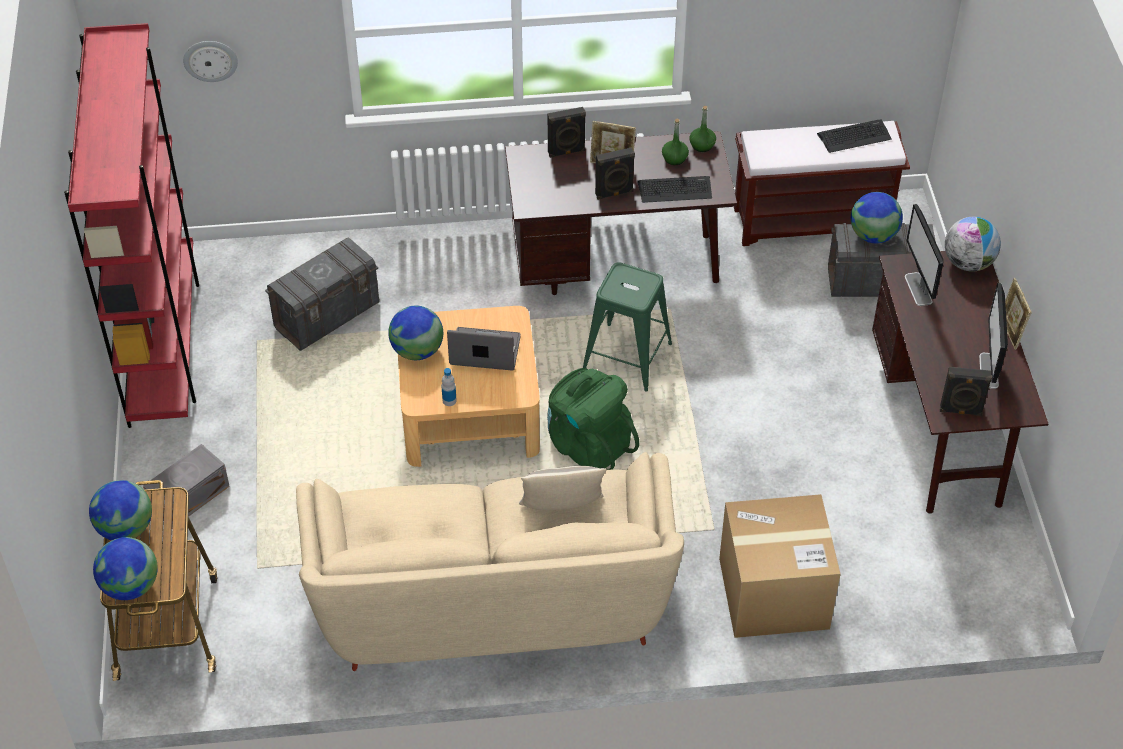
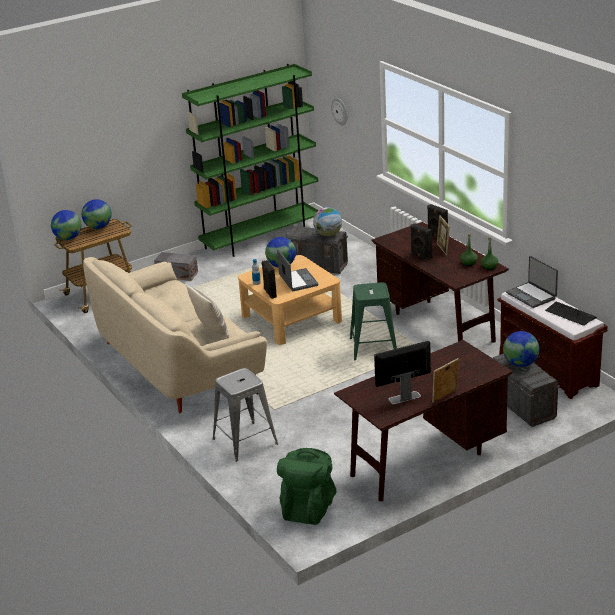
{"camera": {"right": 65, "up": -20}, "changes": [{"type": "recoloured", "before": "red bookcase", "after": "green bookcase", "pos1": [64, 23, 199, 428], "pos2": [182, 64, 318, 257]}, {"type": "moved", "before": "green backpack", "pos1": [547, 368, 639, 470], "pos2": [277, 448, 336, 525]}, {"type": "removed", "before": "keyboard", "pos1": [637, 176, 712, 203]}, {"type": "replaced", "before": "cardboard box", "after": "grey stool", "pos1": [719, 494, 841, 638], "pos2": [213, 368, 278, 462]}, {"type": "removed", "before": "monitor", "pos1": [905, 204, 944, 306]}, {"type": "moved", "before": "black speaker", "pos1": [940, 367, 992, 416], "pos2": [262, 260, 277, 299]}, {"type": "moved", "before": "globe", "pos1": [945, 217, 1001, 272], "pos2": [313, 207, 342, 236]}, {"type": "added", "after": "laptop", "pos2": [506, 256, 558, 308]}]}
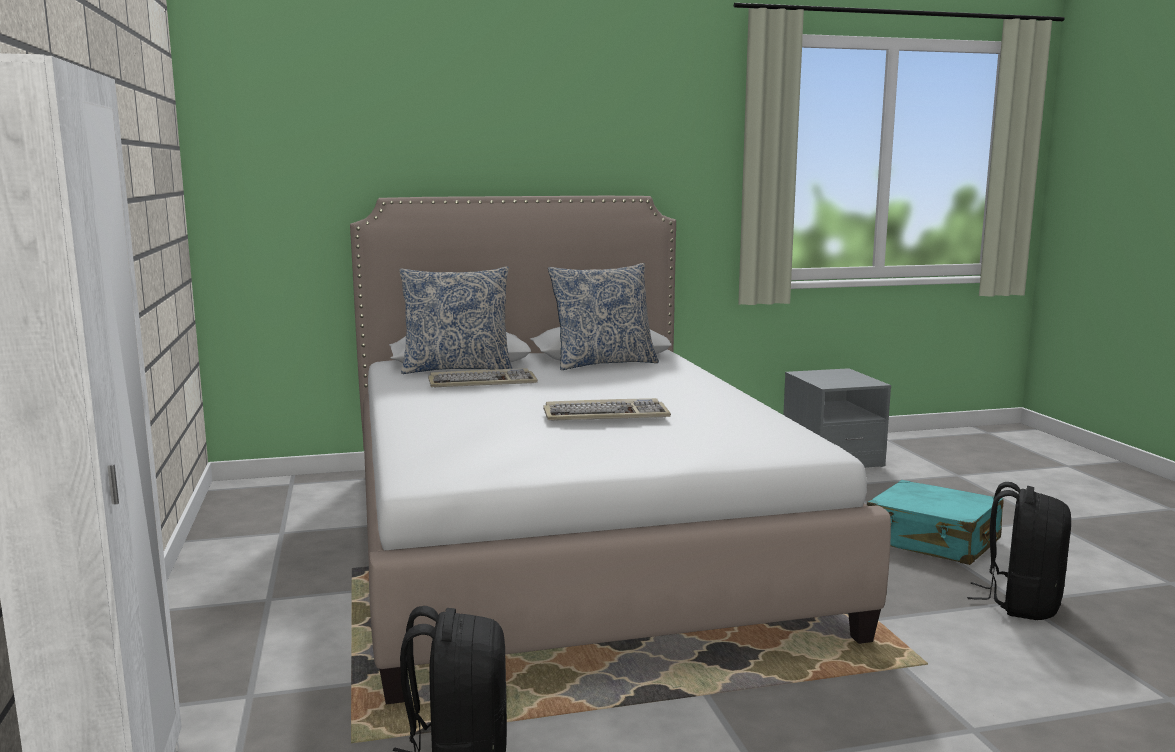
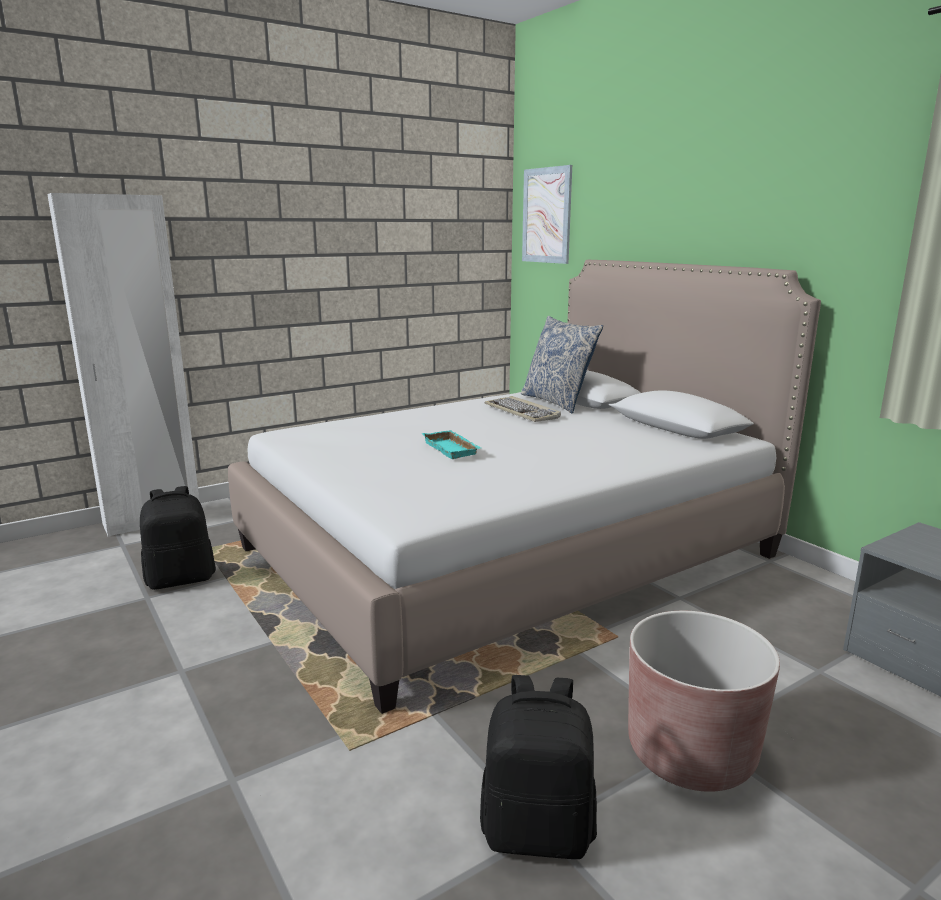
{"camera": {"right": 70, "up": 5}, "changes": [{"type": "replaced", "before": "keyboard", "after": "turquoise tray", "pos1": [543, 398, 671, 421], "pos2": [422, 430, 481, 459]}, {"type": "removed", "before": "pillow", "pos1": [548, 263, 659, 370]}, {"type": "replaced", "before": "turquoise suitcase", "after": "brown planter", "pos1": [867, 480, 1003, 565], "pos2": [628, 611, 780, 792]}, {"type": "added", "after": "picture", "pos2": [522, 165, 572, 264]}]}
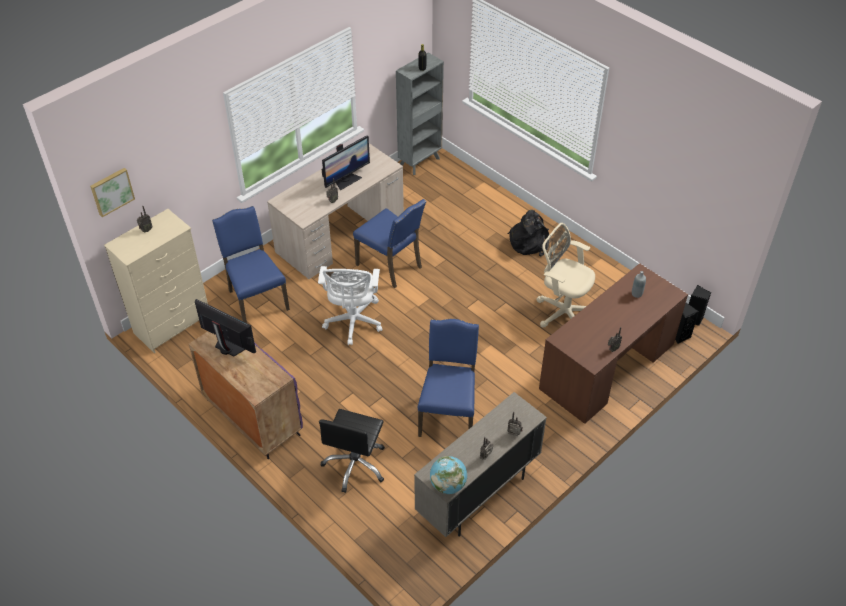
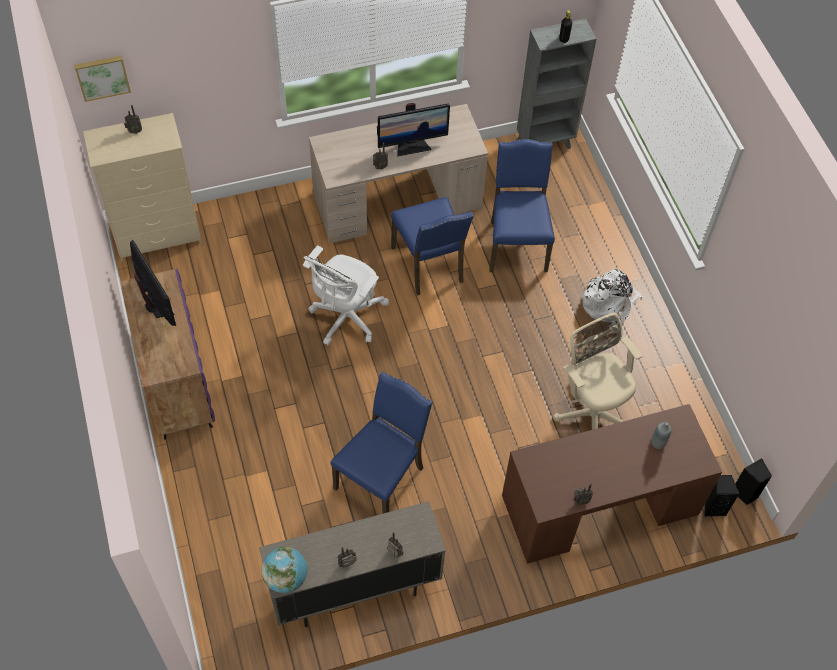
{"camera": {"right": 25, "up": 10}, "changes": [{"type": "moved", "before": "blue chair", "pos1": [212, 206, 290, 323], "pos2": [489, 139, 555, 272]}, {"type": "removed", "before": "black office chair", "pos1": [319, 409, 385, 493]}, {"type": "recoloured", "before": "black backpack", "after": "white backpack", "pos1": [508, 210, 549, 256], "pos2": [583, 269, 643, 323]}]}
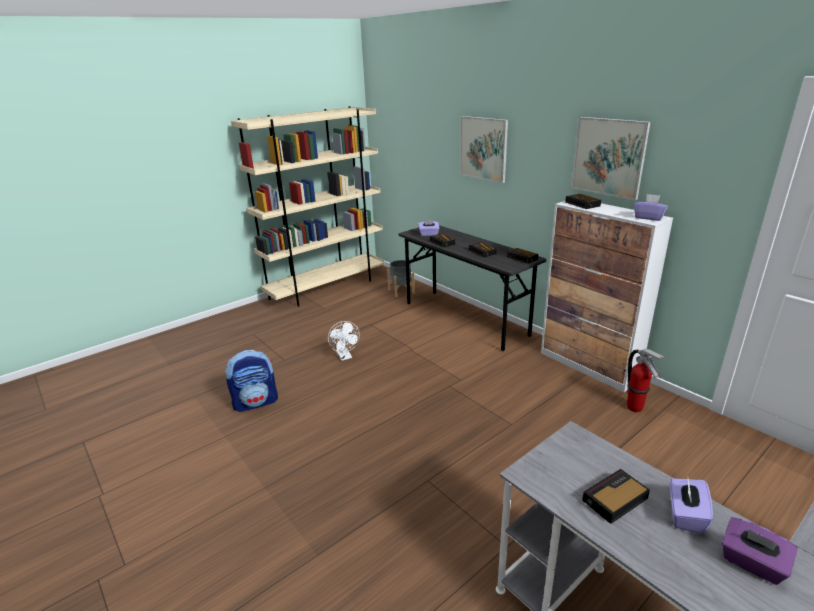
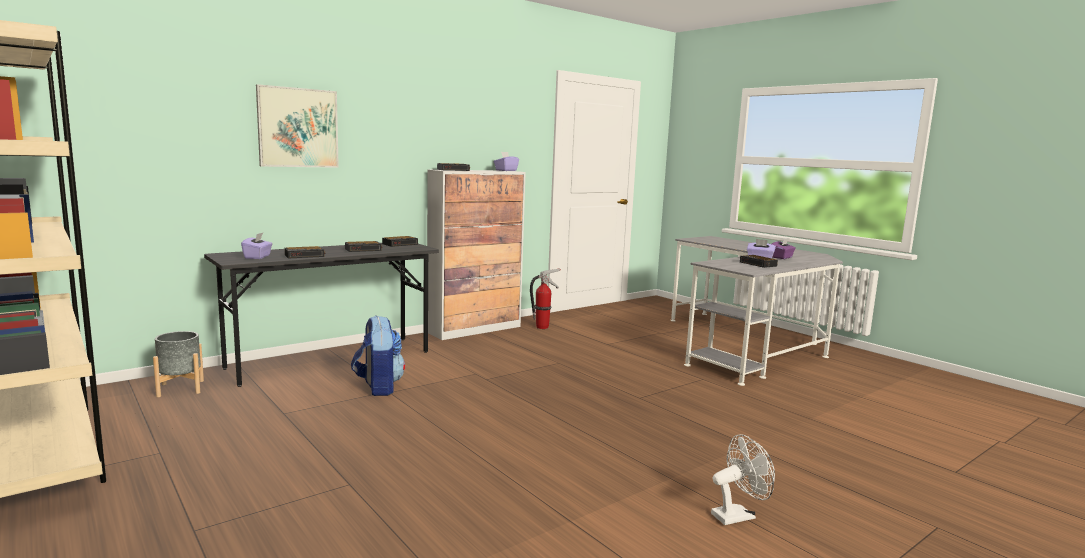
{"camera": {"right": -90, "up": -15}, "changes": [{"type": "moved", "before": "backpack", "pos1": [225, 350, 278, 412], "pos2": [351, 315, 405, 396]}, {"type": "moved", "before": "white fan", "pos1": [328, 321, 360, 361], "pos2": [711, 434, 775, 525]}, {"type": "removed", "before": "picture", "pos1": [571, 117, 651, 200]}]}
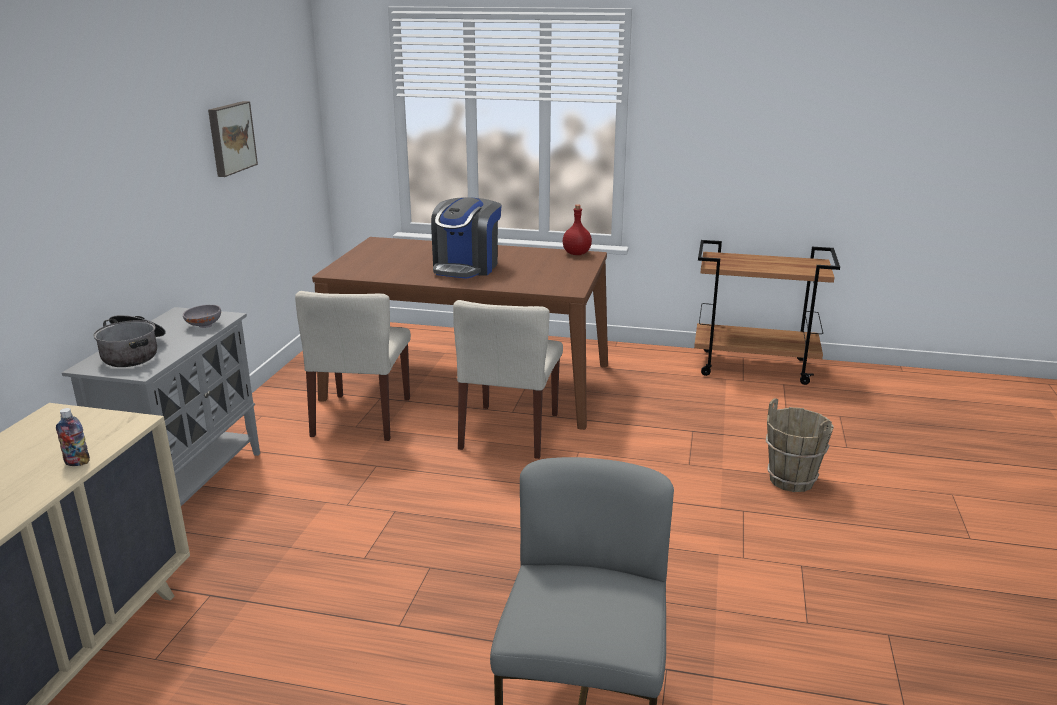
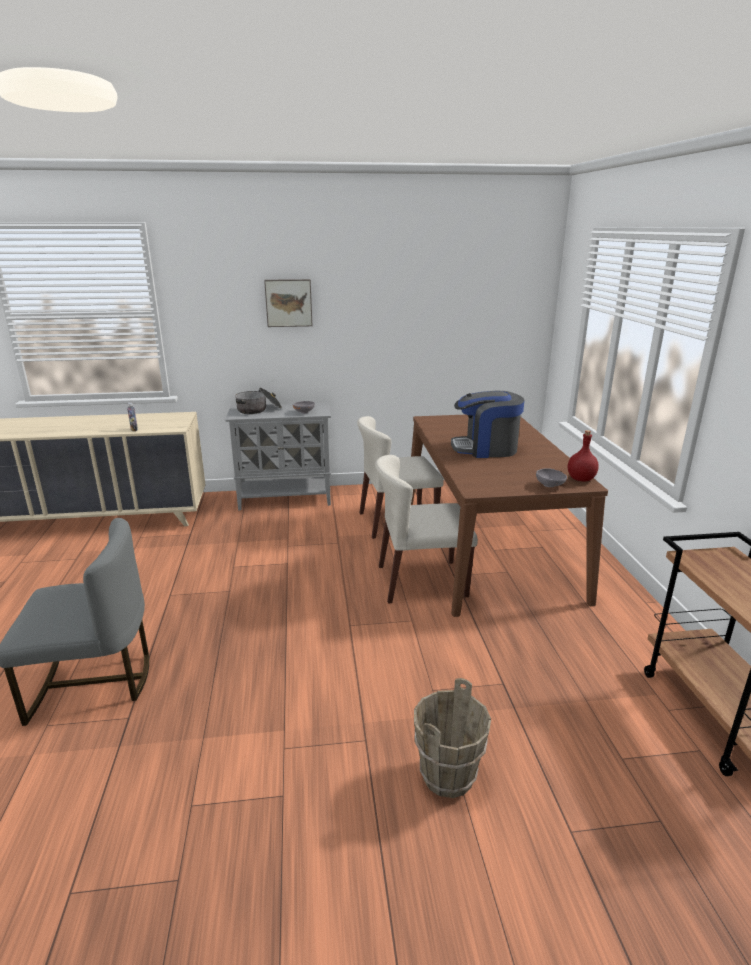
{"camera": {"right": 70, "up": 0}, "changes": [{"type": "moved", "before": "picture", "pos1": [208, 101, 258, 177], "pos2": [264, 279, 313, 327]}, {"type": "added", "after": "grey bowl", "pos2": [536, 468, 567, 487]}]}
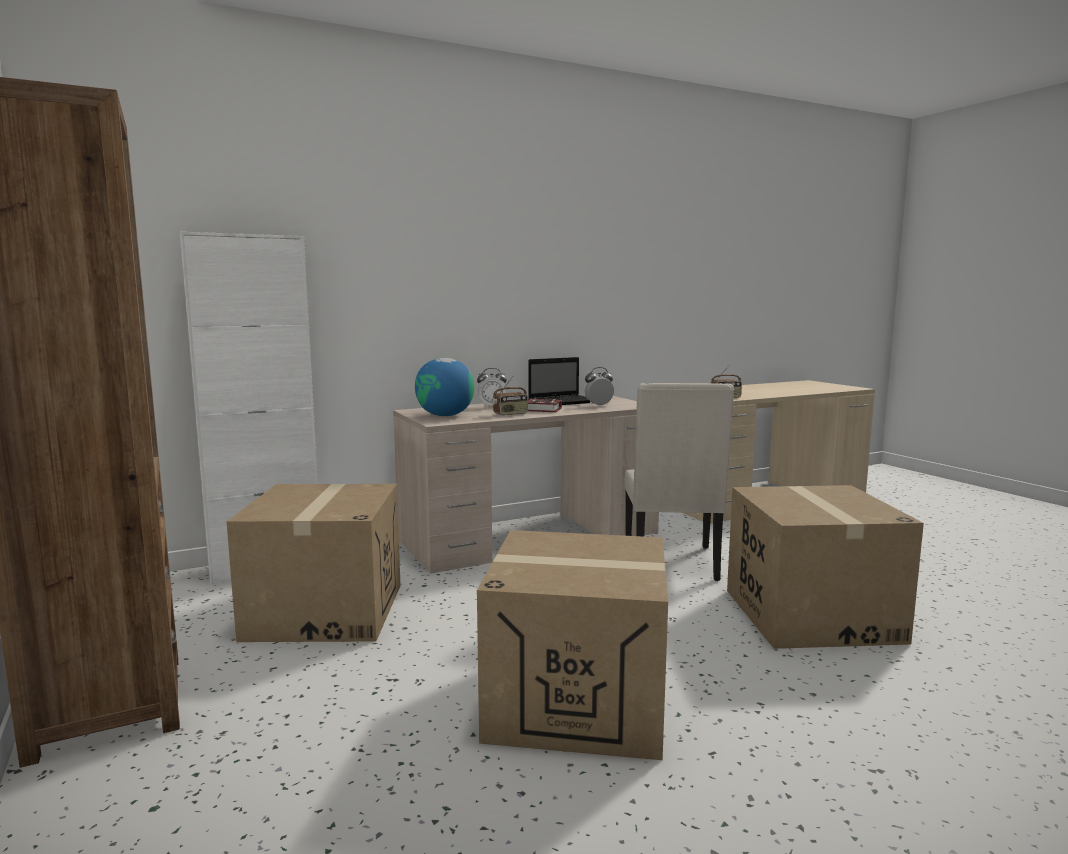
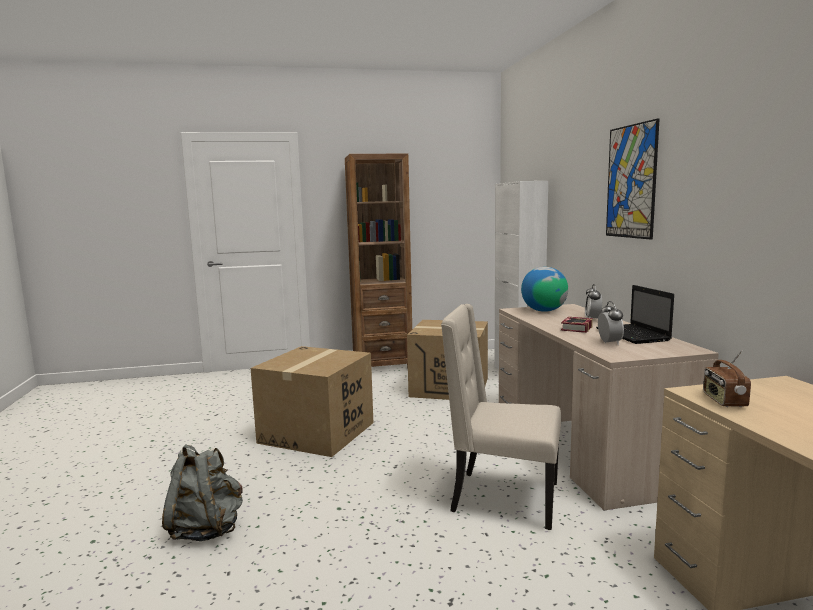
{"camera": {"right": 105, "up": 0}, "changes": [{"type": "removed", "before": "radio", "pos1": [492, 377, 528, 416]}, {"type": "removed", "before": "cardboard box", "pos1": [727, 485, 924, 649]}, {"type": "added", "after": "grey backpack", "pos2": [162, 444, 243, 541]}, {"type": "added", "after": "picture", "pos2": [606, 118, 660, 239]}]}
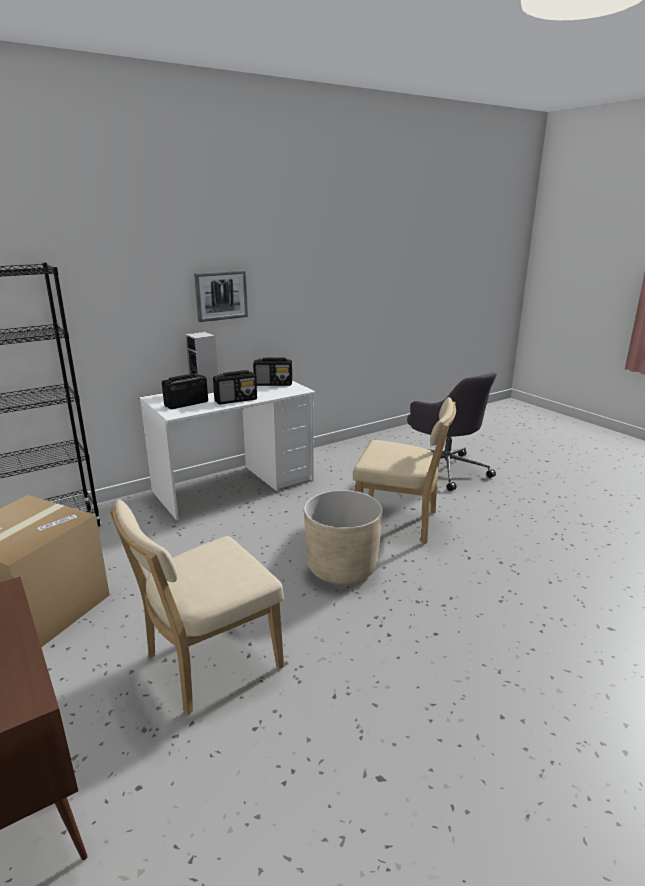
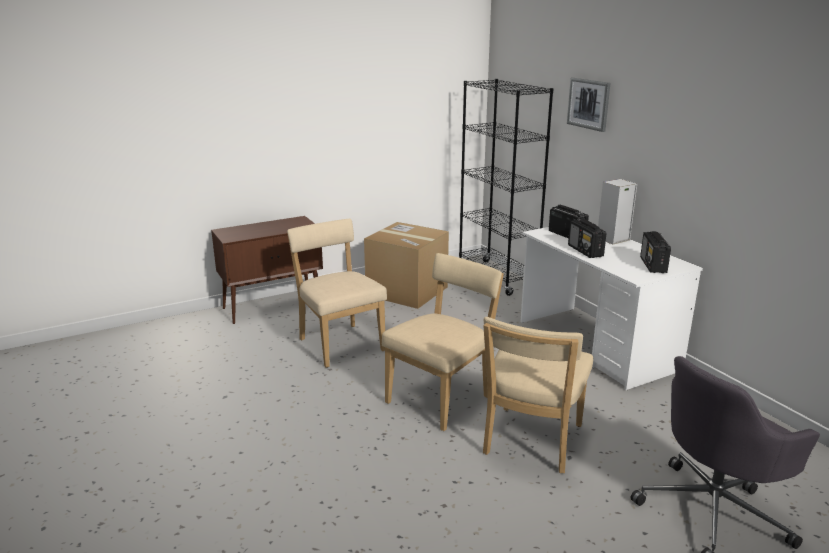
{"camera": {"right": 95, "up": 0}, "changes": [{"type": "moved", "before": "picture", "pos1": [194, 270, 248, 322], "pos2": [567, 78, 610, 132]}, {"type": "replaced", "before": "beige planter", "after": "beige chair", "pos1": [304, 490, 383, 584], "pos2": [382, 253, 504, 431]}]}
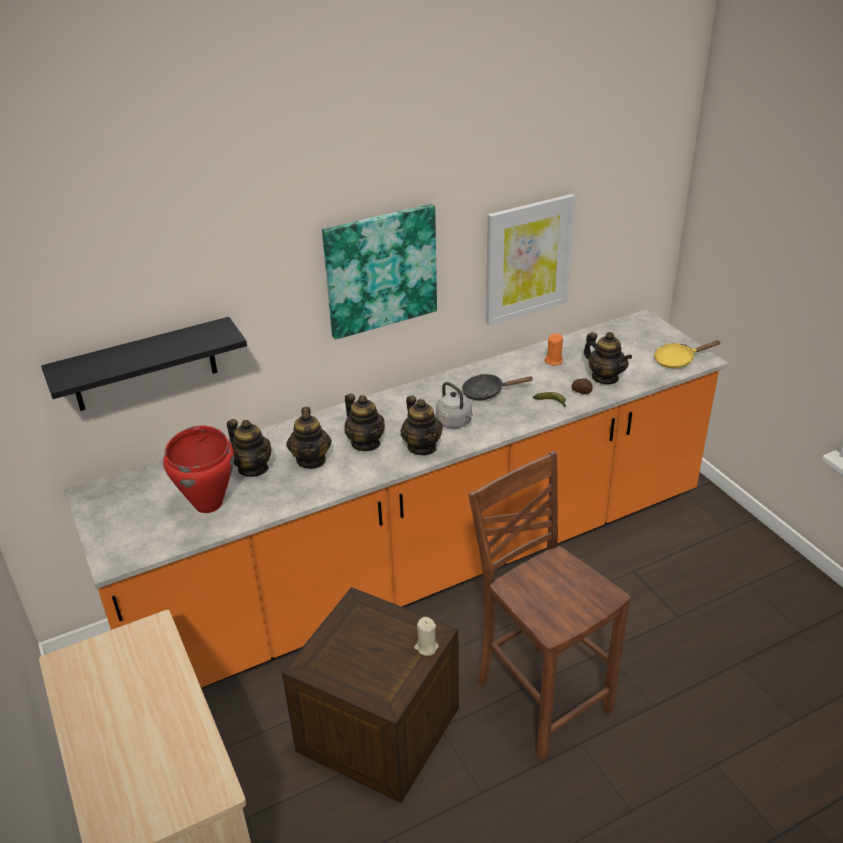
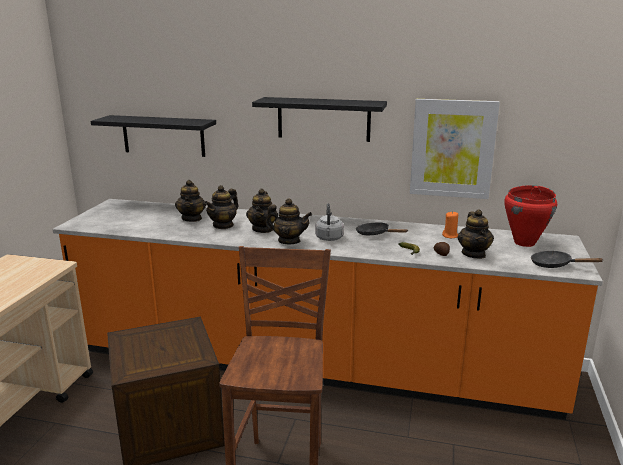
{"camera": {"right": 40, "up": -15}, "changes": [{"type": "moved", "before": "red cooking pot", "pos1": [163, 425, 234, 513], "pos2": [504, 185, 557, 247]}, {"type": "replaced", "before": "picture", "after": "black shelf", "pos1": [322, 204, 437, 340], "pos2": [252, 97, 387, 142]}, {"type": "turned", "before": "teapot", "pos1": [401, 395, 443, 455], "pos2": [265, 198, 312, 244], "turn": -90}, {"type": "removed", "before": "beige candle", "pos1": [414, 617, 439, 656]}, {"type": "recoloured", "before": "yellow frying pan", "after": "black frying pan", "pos1": [654, 340, 720, 368], "pos2": [531, 251, 604, 268]}]}
